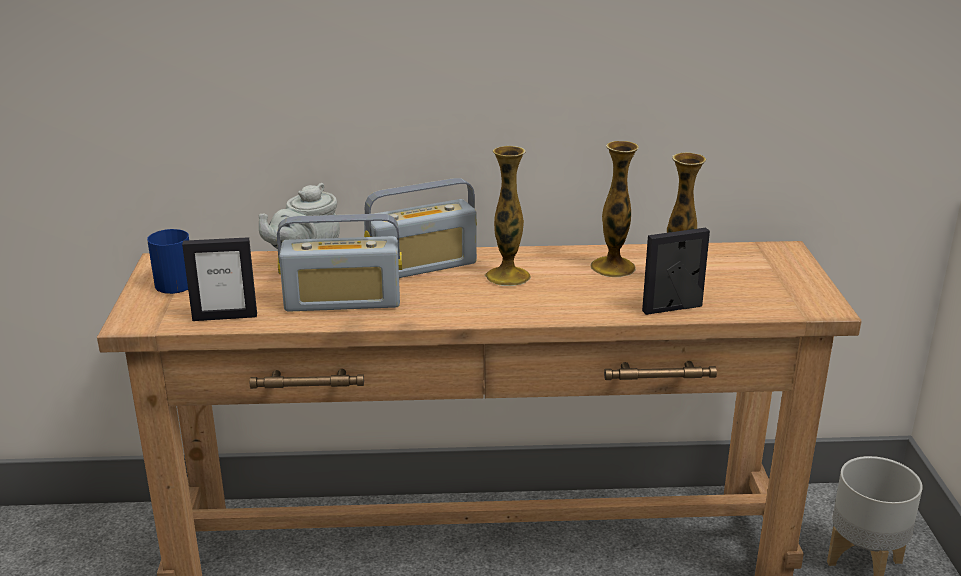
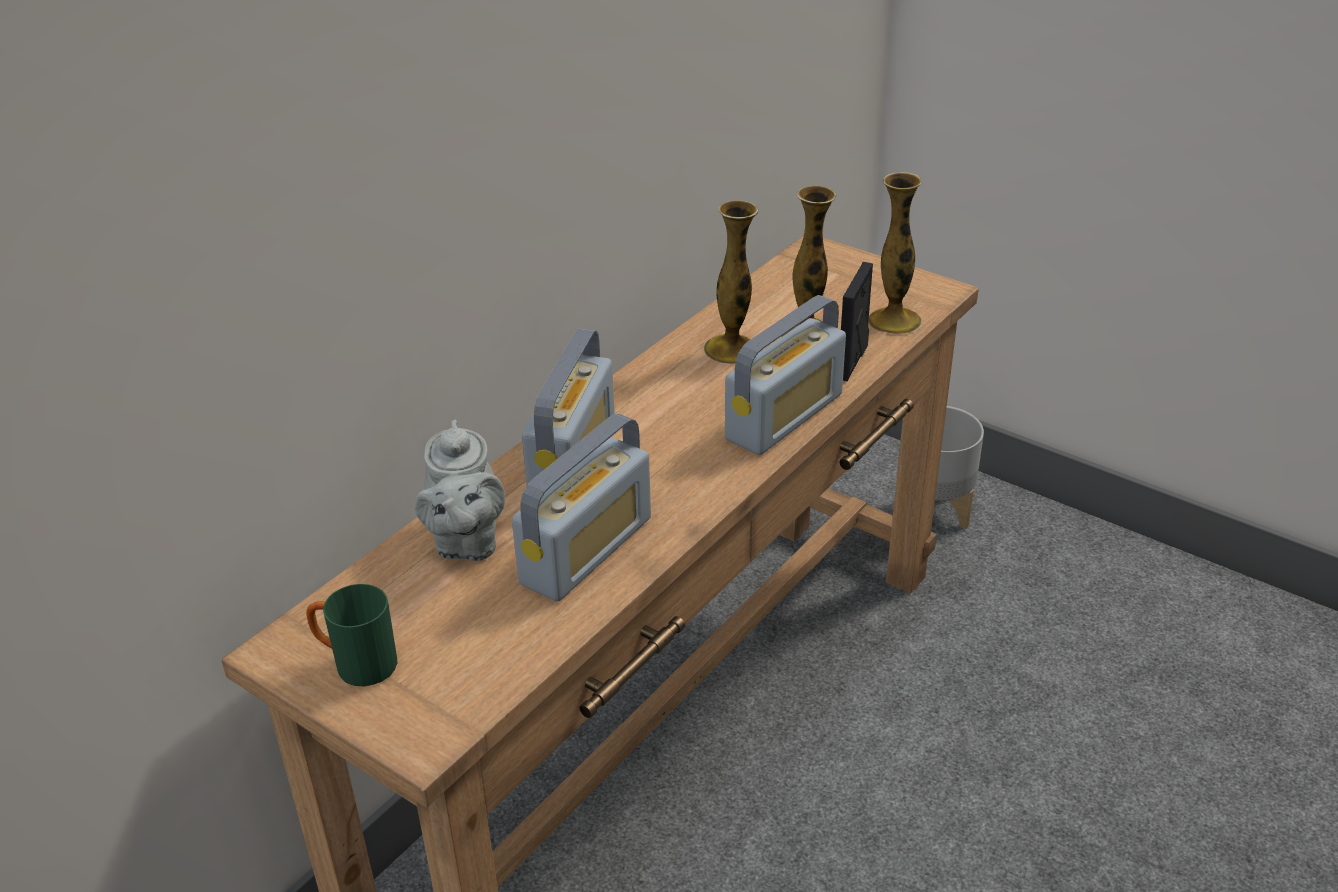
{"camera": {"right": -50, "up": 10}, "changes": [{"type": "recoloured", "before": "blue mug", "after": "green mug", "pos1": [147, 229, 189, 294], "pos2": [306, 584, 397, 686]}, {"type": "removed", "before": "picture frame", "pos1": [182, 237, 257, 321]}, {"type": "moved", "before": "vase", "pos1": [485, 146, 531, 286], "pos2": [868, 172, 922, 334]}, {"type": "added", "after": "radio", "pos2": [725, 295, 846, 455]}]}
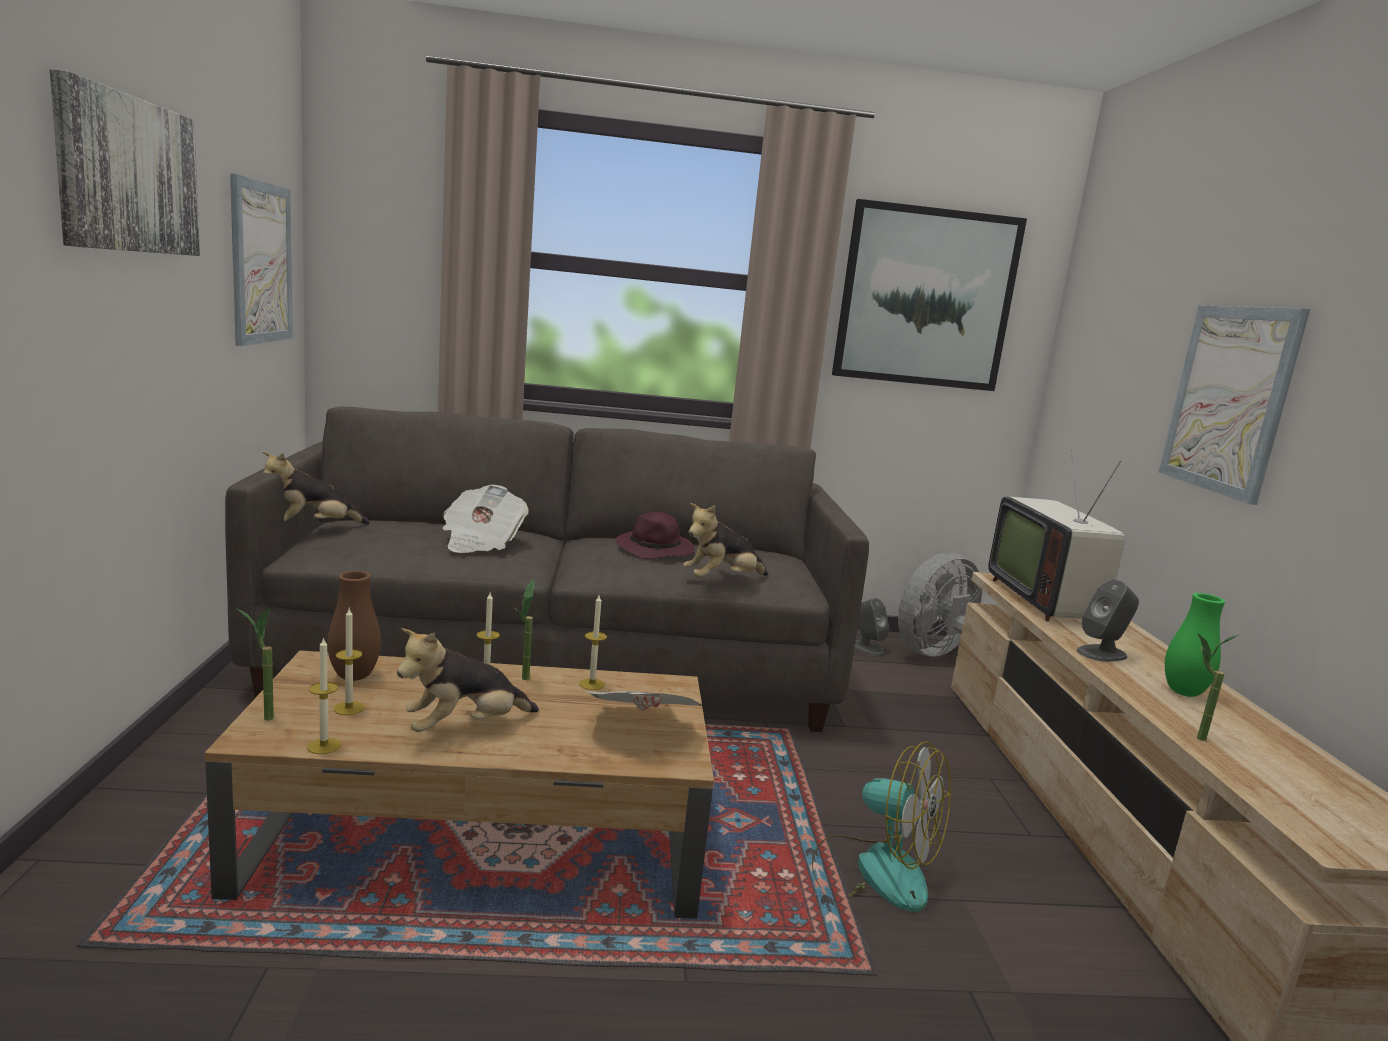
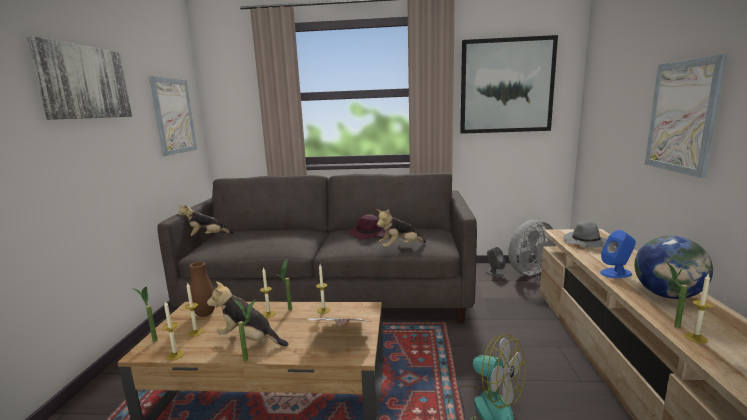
{"camera": {"right": 10, "up": 0}, "changes": [{"type": "turned", "before": "plush toy", "pos1": [397, 628, 539, 732], "pos2": [207, 281, 288, 346], "turn": 45}, {"type": "removed", "before": "newspaper", "pos1": [442, 485, 529, 553]}, {"type": "replaced", "before": "television", "after": "grey hat", "pos1": [988, 450, 1126, 621], "pos2": [563, 221, 608, 248]}, {"type": "recoloured", "before": "grey speaker", "after": "blue speaker", "pos1": [1077, 580, 1139, 662], "pos2": [600, 230, 636, 278]}, {"type": "replaced", "before": "green vase", "after": "globe", "pos1": [1165, 593, 1225, 697], "pos2": [634, 236, 713, 299]}, {"type": "added", "after": "potted plant", "pos2": [233, 299, 255, 361]}, {"type": "added", "after": "candle", "pos2": [684, 275, 713, 343]}]}
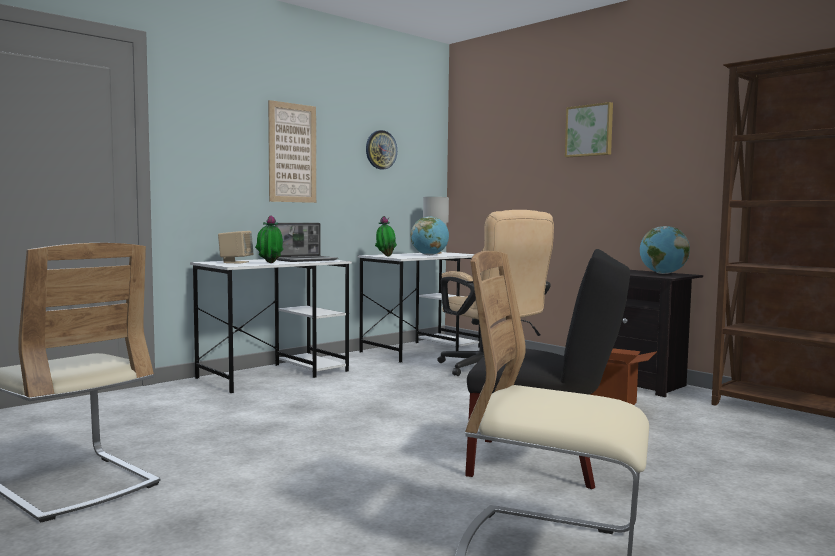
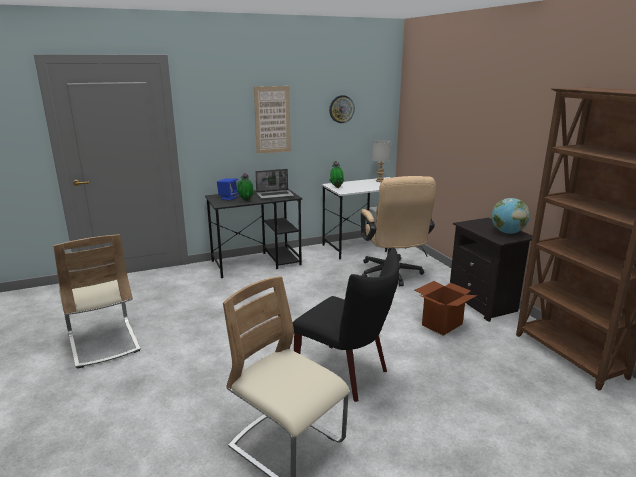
{"camera": {"right": 20, "up": 15}, "changes": [{"type": "recoloured", "before": "white desk", "after": "black desk", "pos1": [190, 259, 352, 393], "pos2": [205, 189, 302, 278]}, {"type": "recoloured", "before": "beige speaker", "after": "blue speaker", "pos1": [218, 231, 253, 264], "pos2": [217, 178, 239, 201]}, {"type": "removed", "before": "globe", "pos1": [411, 216, 449, 255]}, {"type": "removed", "before": "picture", "pos1": [565, 102, 613, 157]}]}
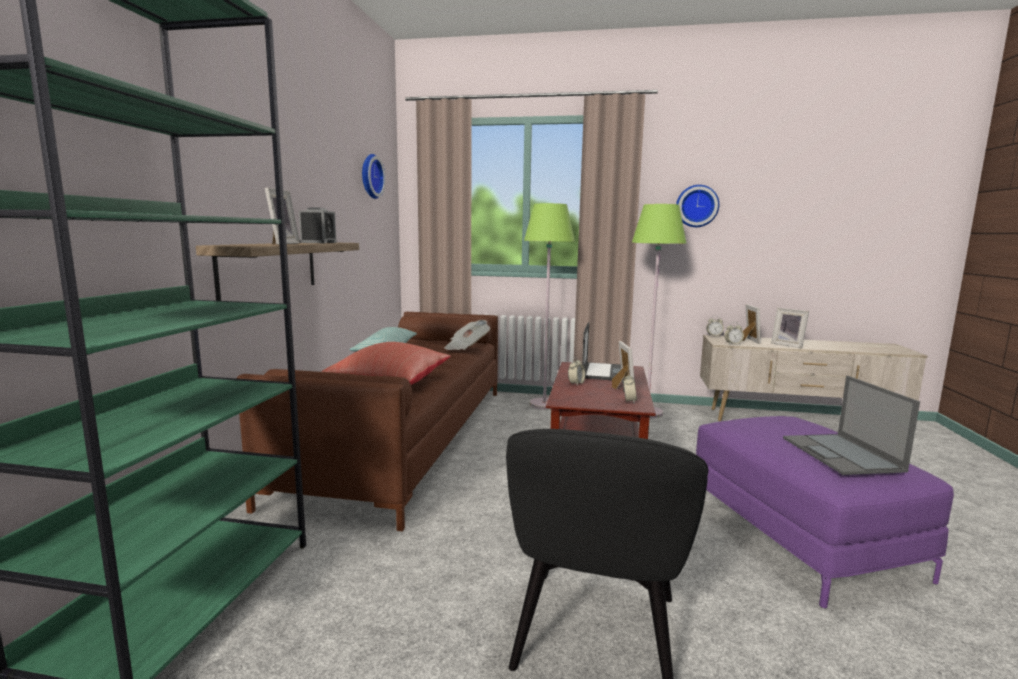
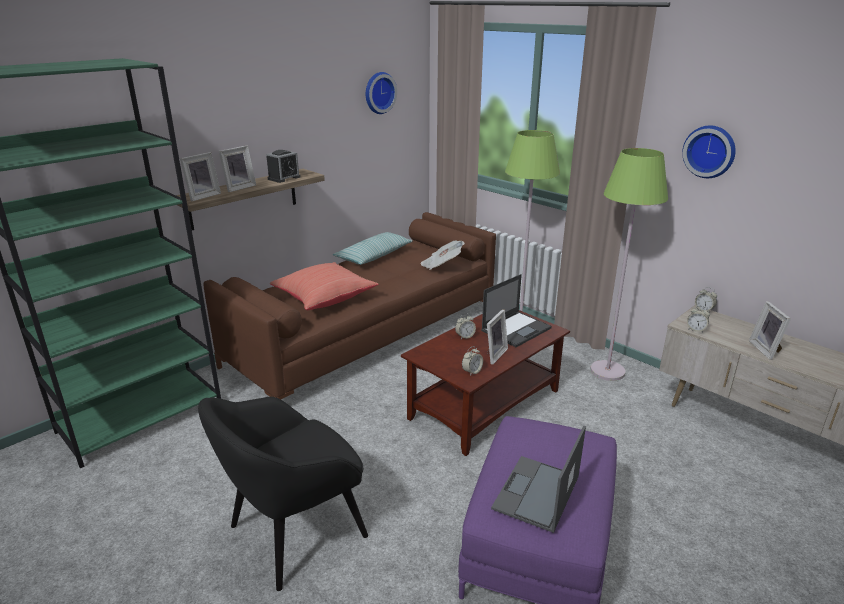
{"camera": {"right": 35, "up": 15}, "changes": [{"type": "moved", "before": "picture frame", "pos1": [742, 304, 761, 344], "pos2": [180, 152, 221, 201]}]}
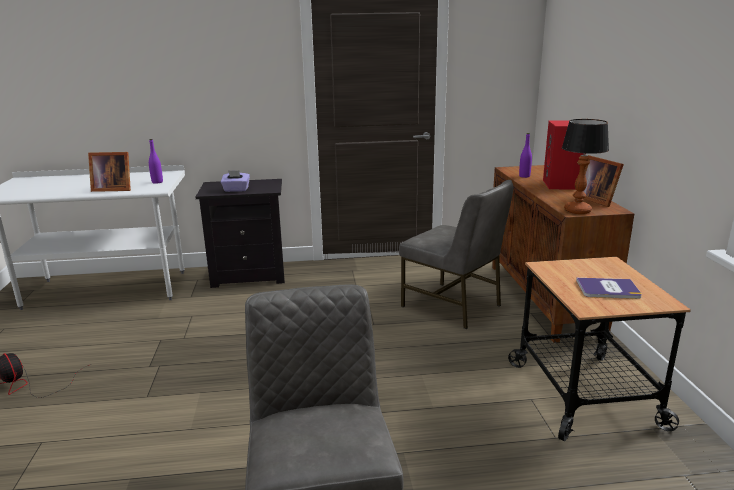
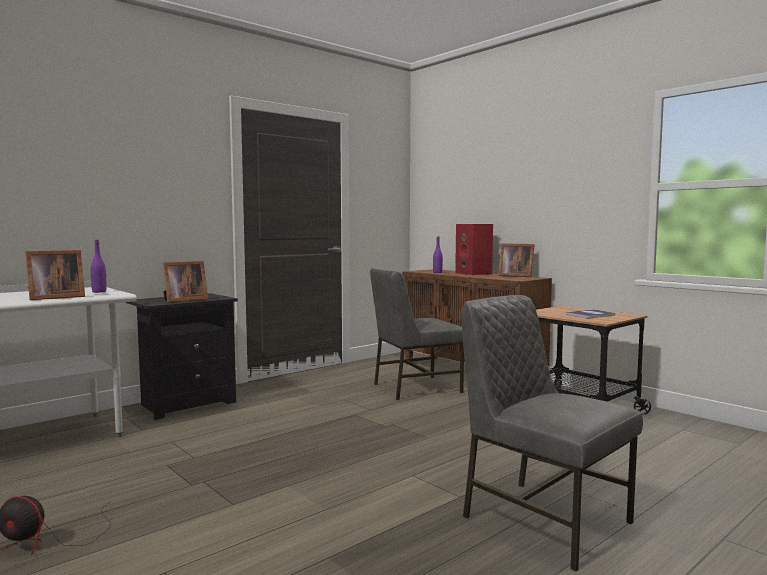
{"camera": {"right": -35, "up": -15}, "changes": [{"type": "replaced", "before": "purple tissue box", "after": "picture frame", "pos1": [221, 170, 250, 192], "pos2": [163, 261, 208, 302]}, {"type": "turned", "before": "grey chair", "pos1": [399, 180, 513, 329], "pos2": [370, 268, 464, 400], "turn": 150}, {"type": "removed", "before": "table lamp", "pos1": [562, 119, 609, 214]}]}
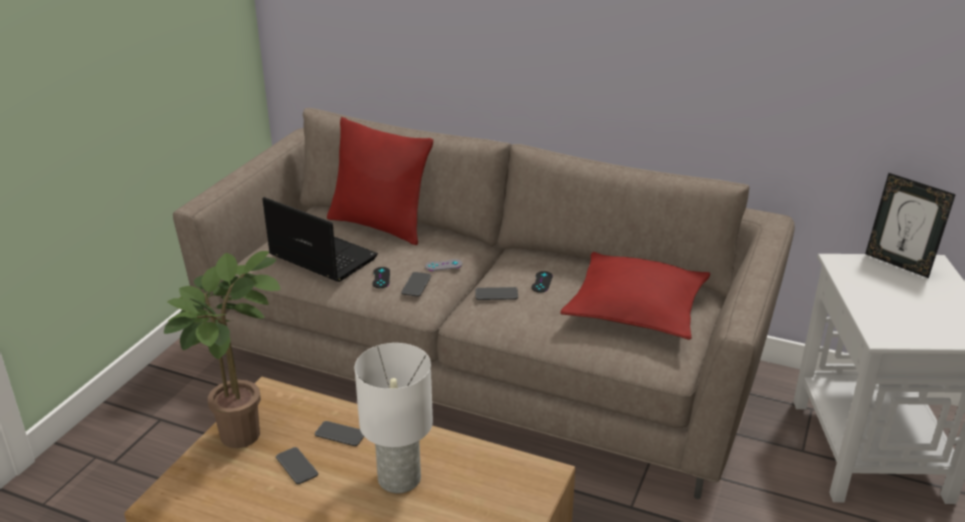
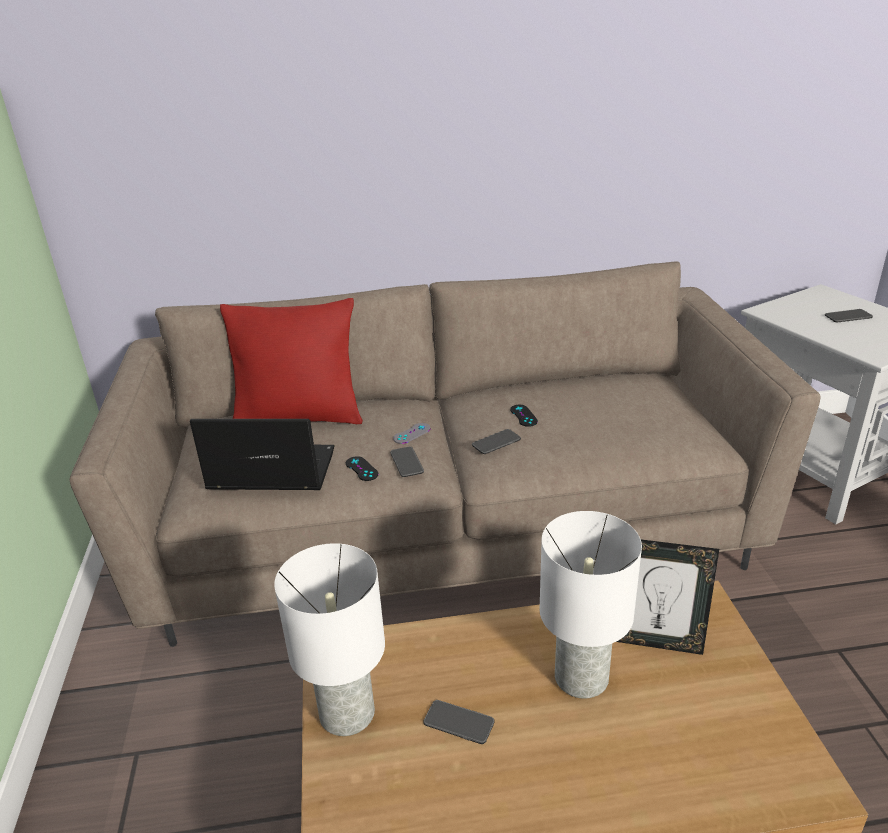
{"camera": {"right": -30, "up": 0}, "changes": [{"type": "replaced", "before": "potted plant", "after": "white table lamp", "pos1": [164, 251, 281, 448], "pos2": [274, 543, 385, 736]}, {"type": "moved", "before": "phone", "pos1": [315, 421, 364, 446], "pos2": [825, 309, 873, 322]}, {"type": "removed", "before": "red pillow", "pos1": [560, 252, 710, 340]}, {"type": "moved", "before": "picture frame", "pos1": [865, 173, 956, 278], "pos2": [617, 540, 719, 655]}]}
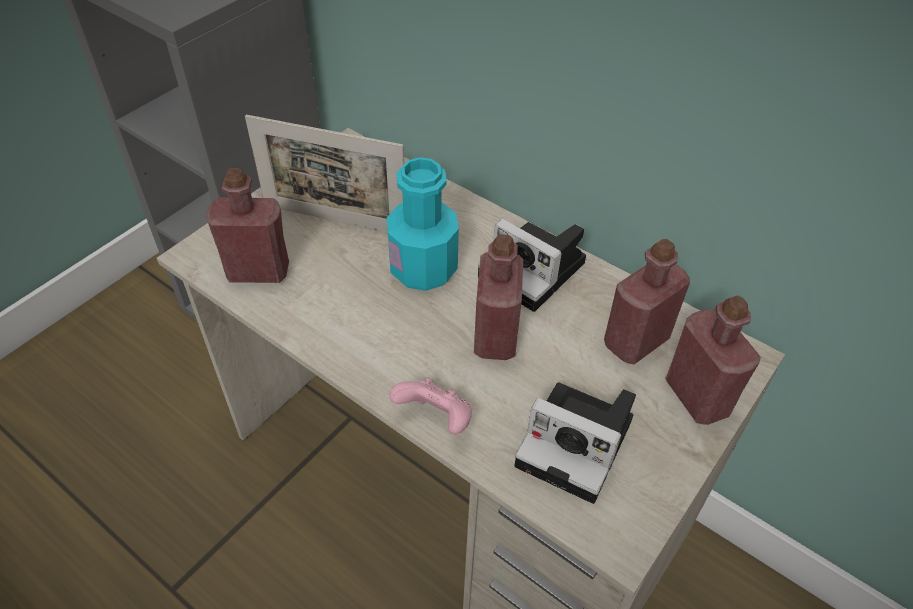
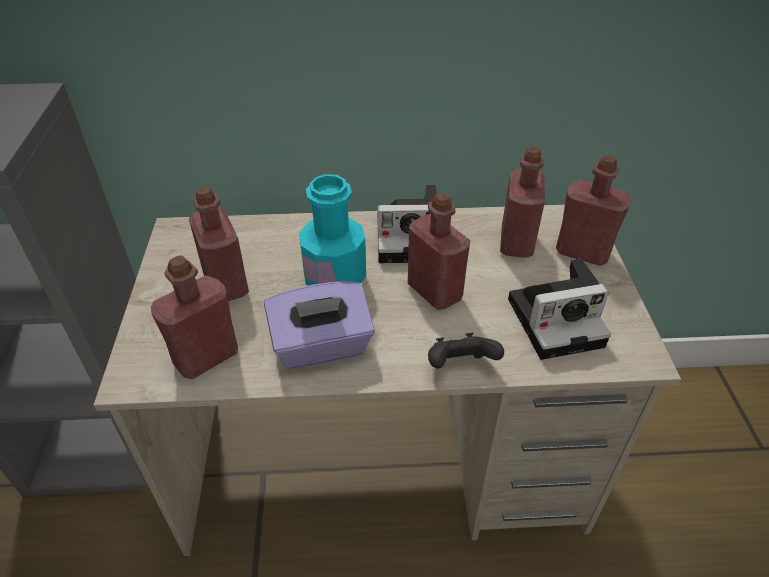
{"camera": {"right": -40, "up": -5}, "changes": [{"type": "replaced", "before": "picture frame", "after": "red bottle", "pos1": [245, 115, 404, 232], "pos2": [189, 186, 249, 301]}, {"type": "recoloured", "before": "pink game controller", "after": "black game controller", "pos1": [389, 377, 472, 434], "pos2": [428, 333, 504, 369]}, {"type": "added", "after": "purple tissue box", "pos2": [264, 281, 374, 369]}]}
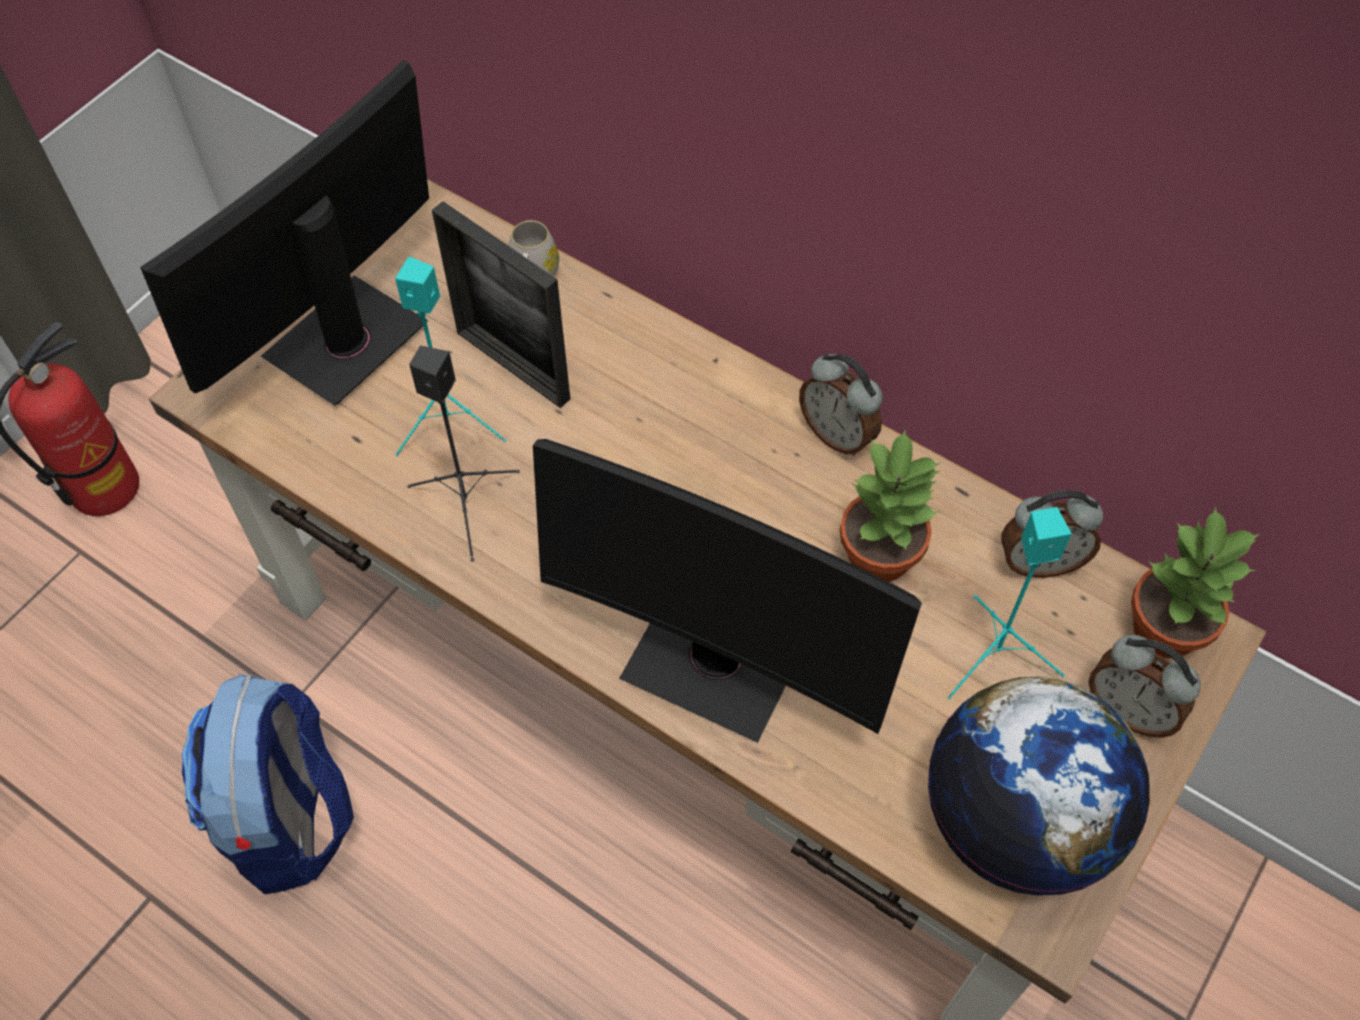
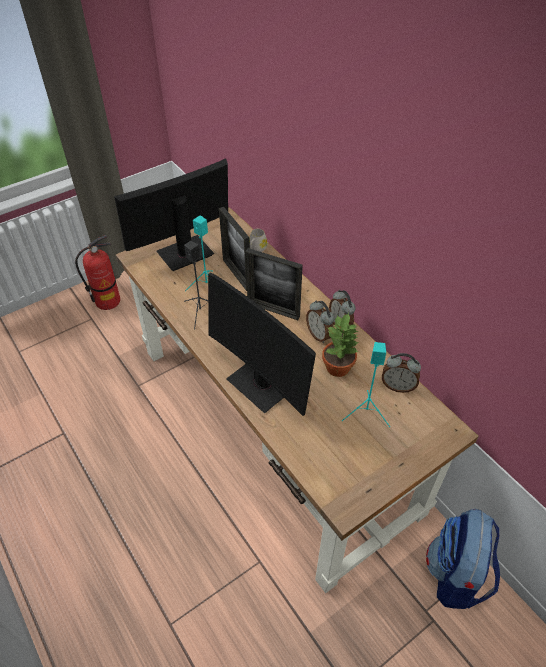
{"camera": {"right": 20, "up": -10}, "changes": [{"type": "moved", "before": "backpack", "pos1": [182, 674, 354, 894], "pos2": [426, 508, 500, 609]}, {"type": "removed", "before": "globe", "pos1": [928, 677, 1150, 895]}, {"type": "moved", "before": "alarm clock", "pos1": [1088, 635, 1201, 738], "pos2": [306, 301, 334, 343]}, {"type": "removed", "before": "potted plant", "pos1": [1131, 507, 1260, 658]}, {"type": "added", "after": "picture frame", "pos2": [245, 248, 303, 320]}]}
